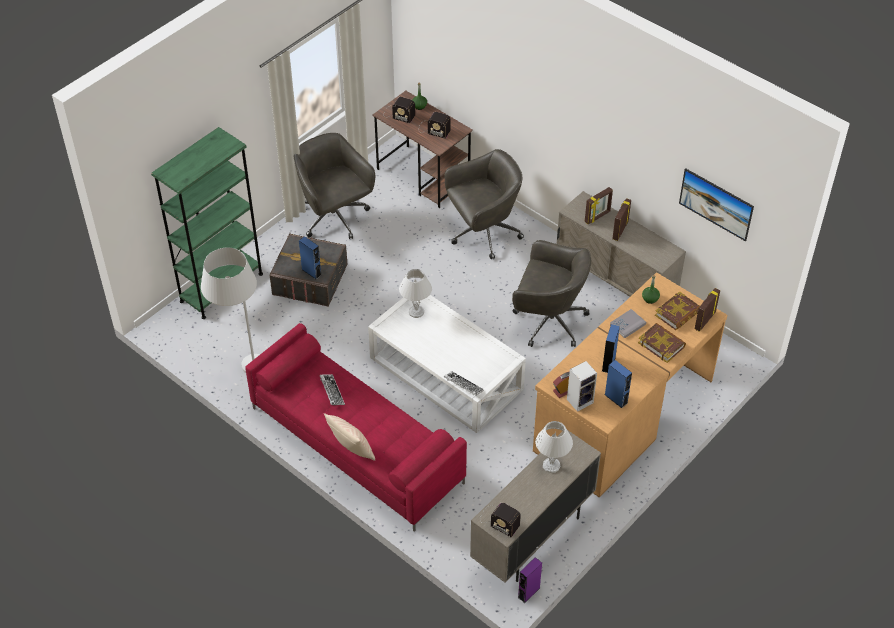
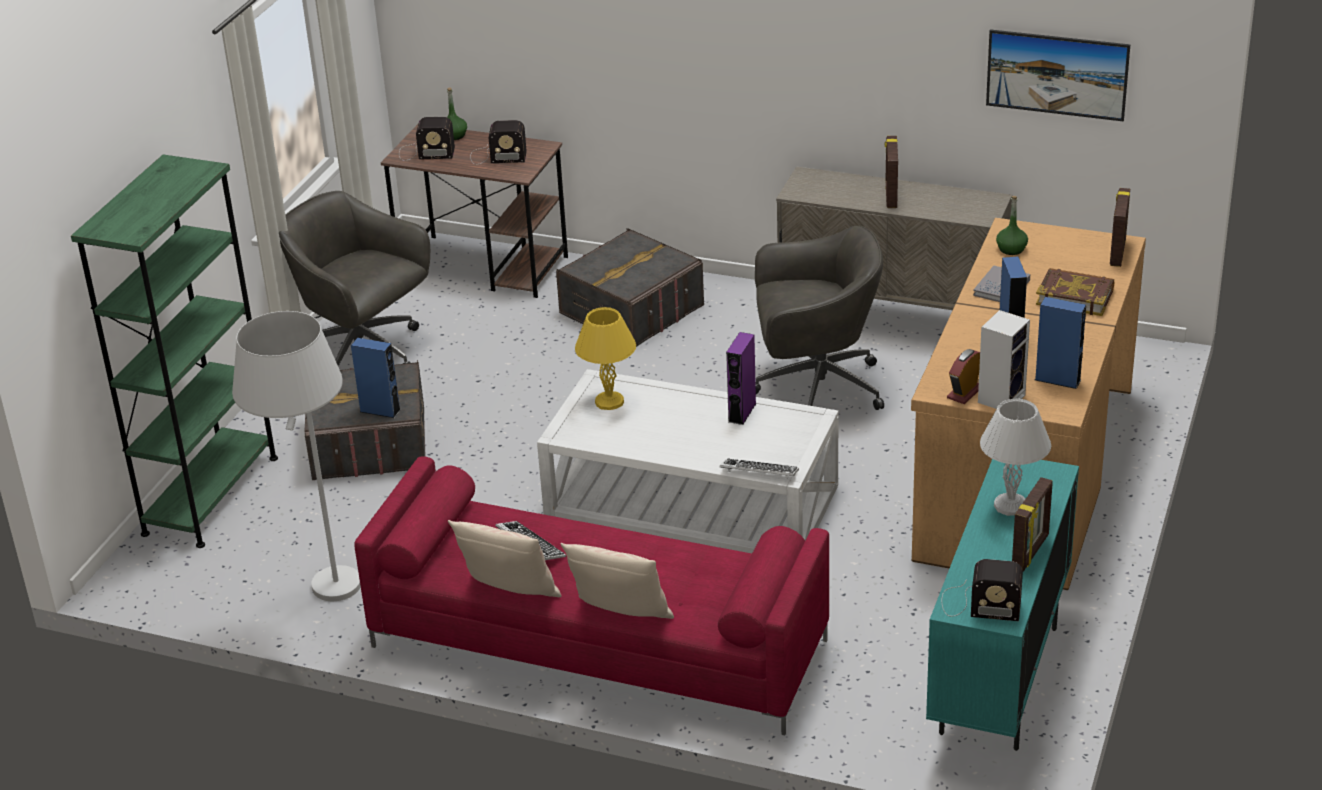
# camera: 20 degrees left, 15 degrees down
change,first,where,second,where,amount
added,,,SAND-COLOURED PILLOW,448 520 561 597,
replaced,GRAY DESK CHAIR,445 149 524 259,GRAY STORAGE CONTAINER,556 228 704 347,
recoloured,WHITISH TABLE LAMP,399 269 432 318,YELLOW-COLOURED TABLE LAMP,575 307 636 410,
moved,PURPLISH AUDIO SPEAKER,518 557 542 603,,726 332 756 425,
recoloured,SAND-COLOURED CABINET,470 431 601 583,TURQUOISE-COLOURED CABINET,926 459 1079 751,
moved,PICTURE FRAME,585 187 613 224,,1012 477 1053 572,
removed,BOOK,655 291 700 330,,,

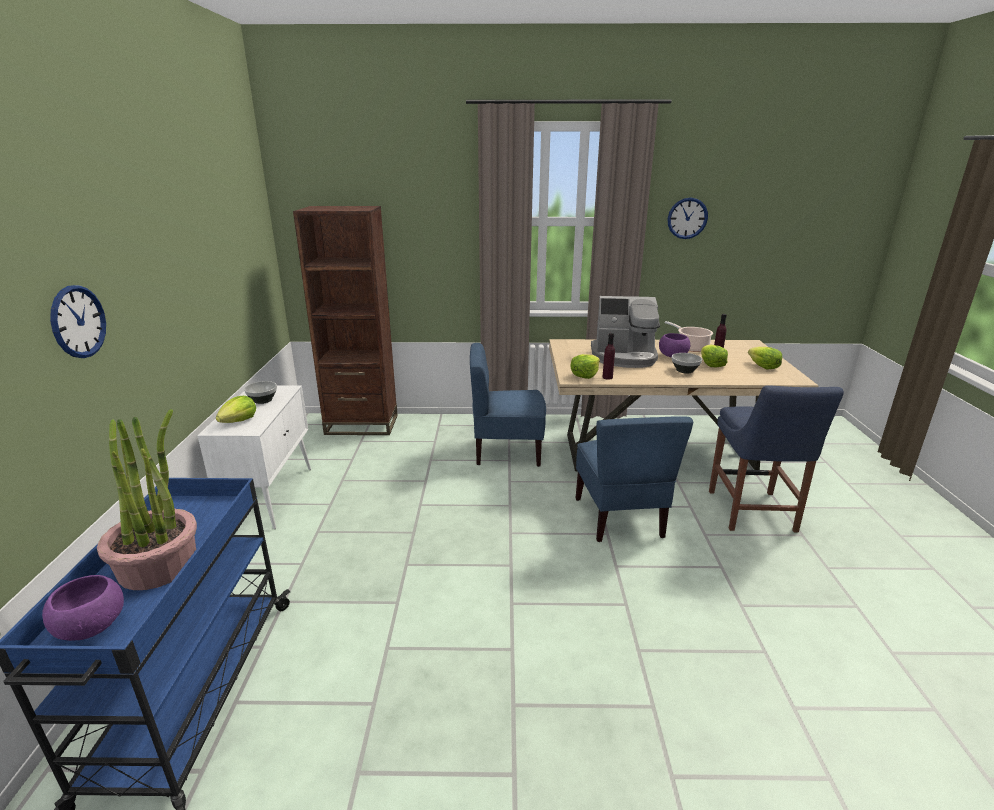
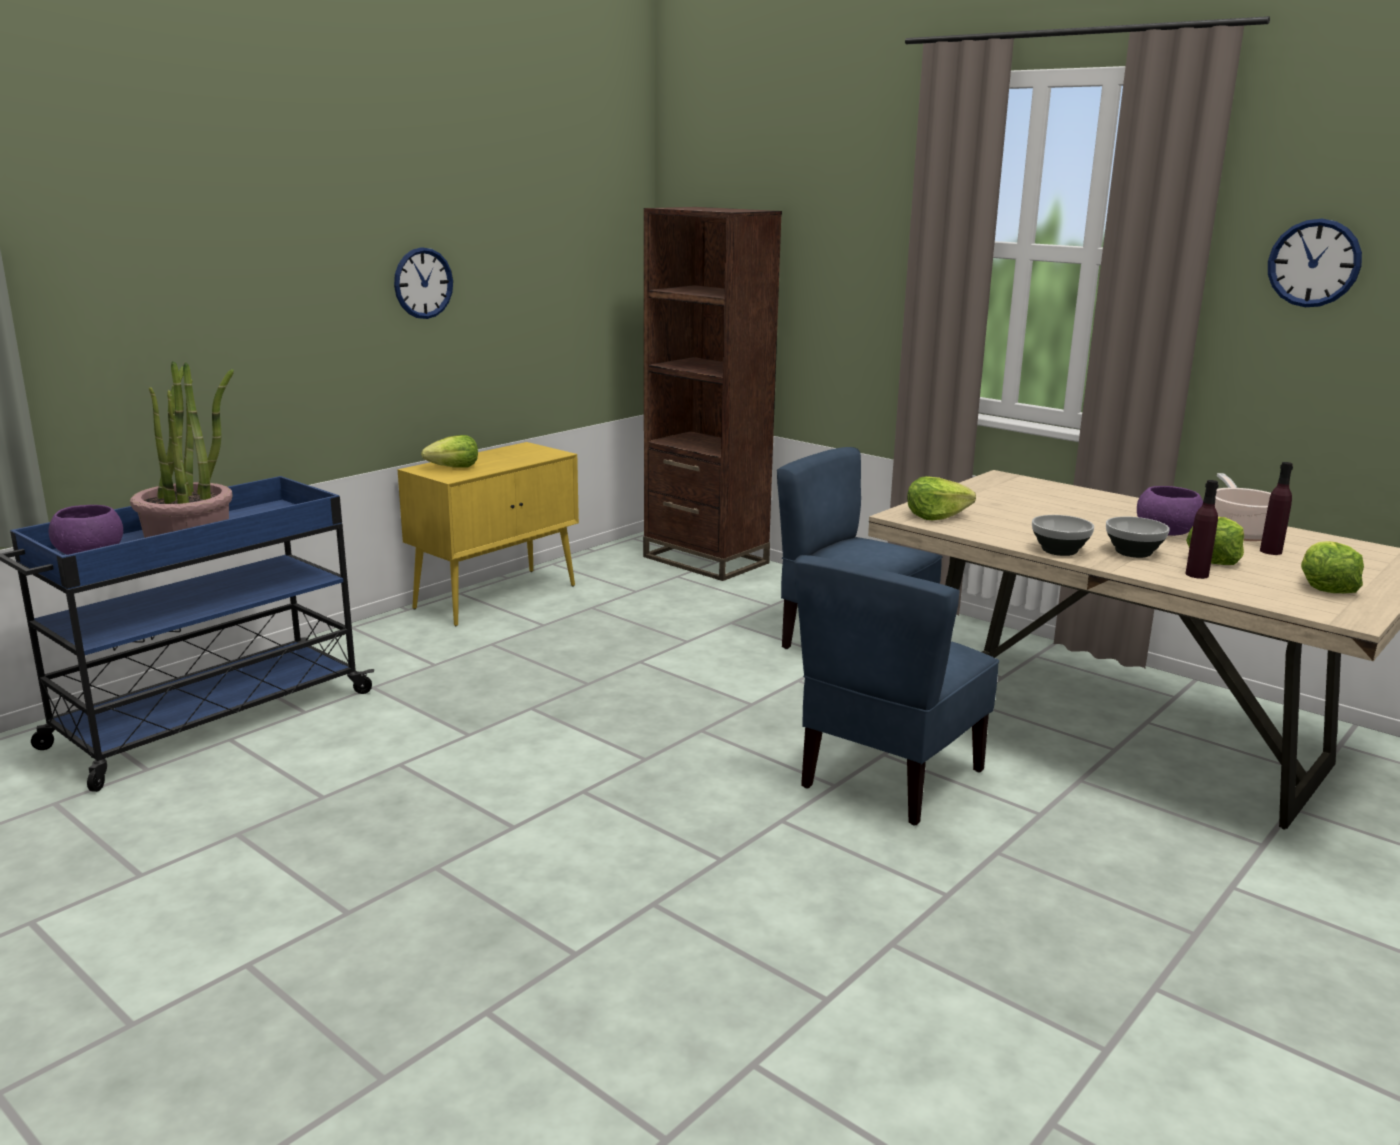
# camera: 40 degrees right, 5 degrees down
change,first,where,second,where,amount
moved,CLOCK ON THE WALL,50 285 106 358,,394 247 453 319,
recoloured,WHITISH CABINET,197 385 311 529,YELLOW-COLOURED CABINET,398 442 579 626,
moved,DEEP DISH,244 381 277 404,,1032 515 1094 556,
moved,PURPLISH DRINK BOTTLE,603 333 615 379,,1186 480 1219 579,
removed,COFFEE BREWER,591 296 660 368,,,
removed,BLUE-COLOURED PLAIN CHAIR,709 385 844 533,,,

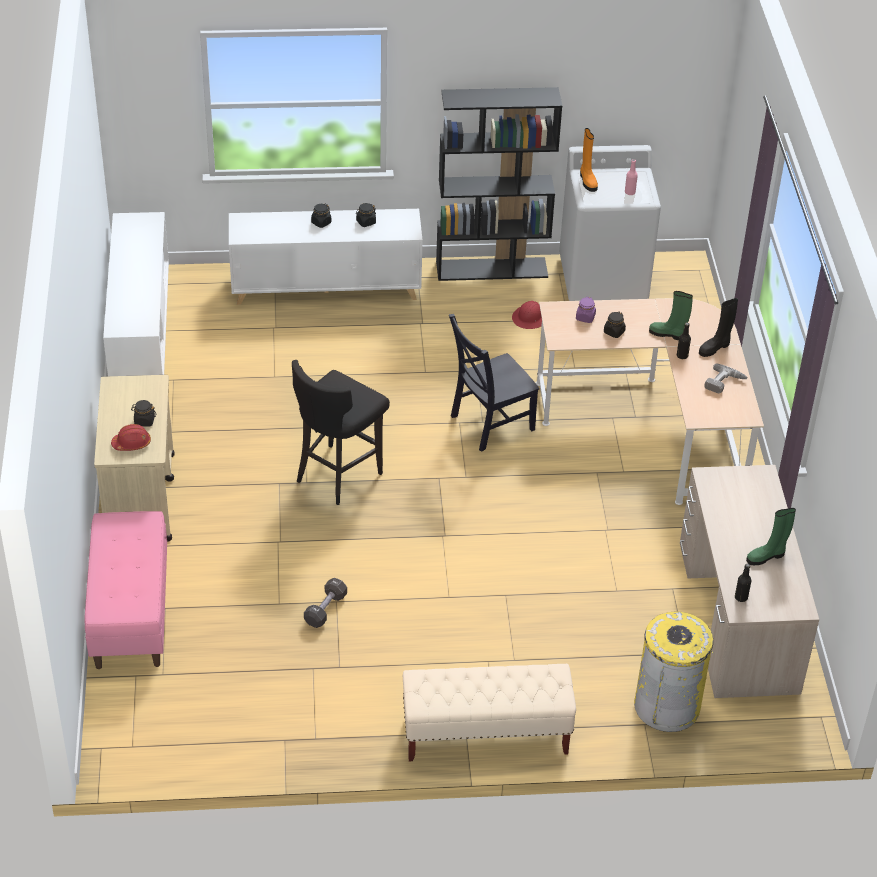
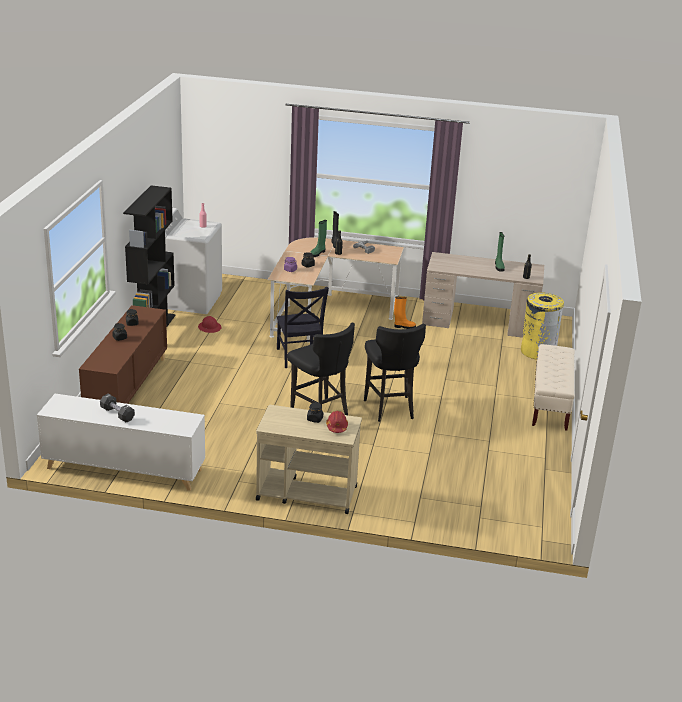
# camera: 75 degrees left, 15 degrees down
change,first,where,second,where,amount
recoloured,WHITISH CABINET,229 209 423 305,BROWN-COLOURED CABINET,79 305 167 404,
moved,BLACKISH HAND WEIGHT,304 578 347 628,,100 394 135 423,
added,,,BLACKISH STOOL SEAT,364 323 426 422,
moved,ORANGE HIGH-TOP BOOT,580 128 598 192,,394 297 416 329,
removed,PINK LONG SEAT,84 511 167 669,,,

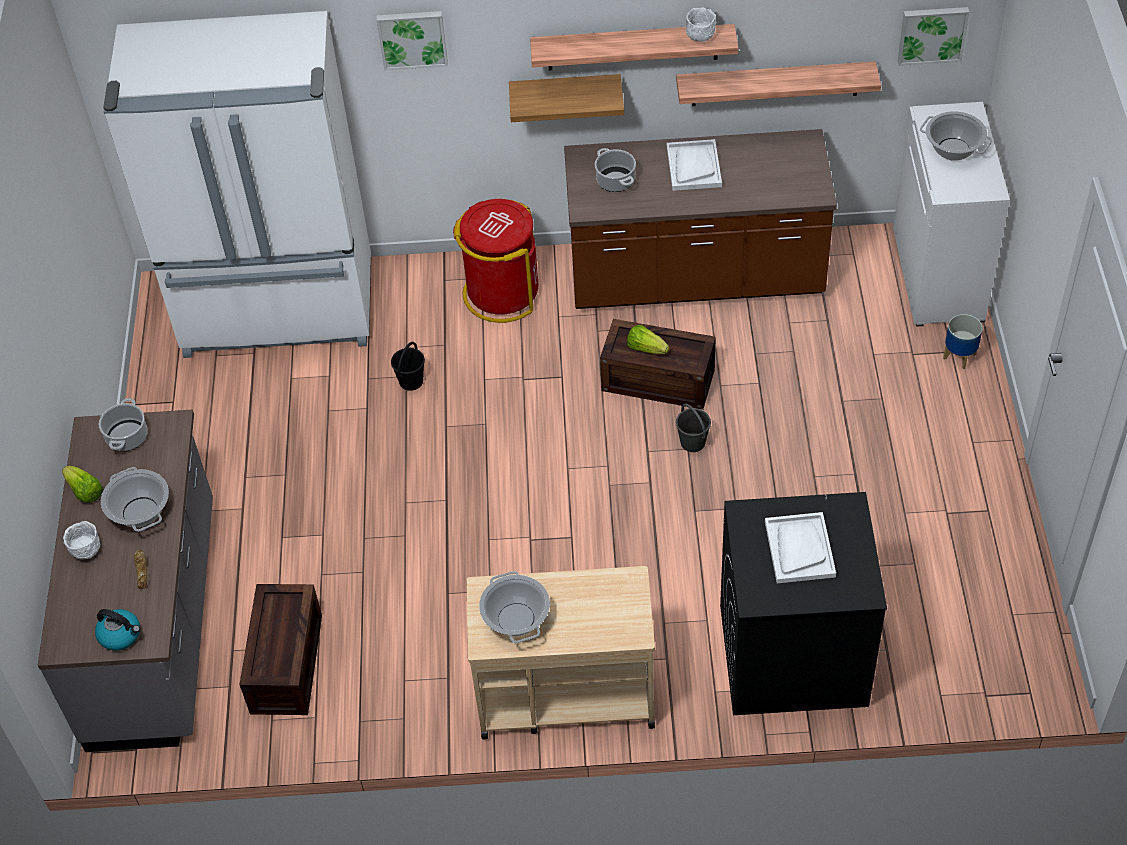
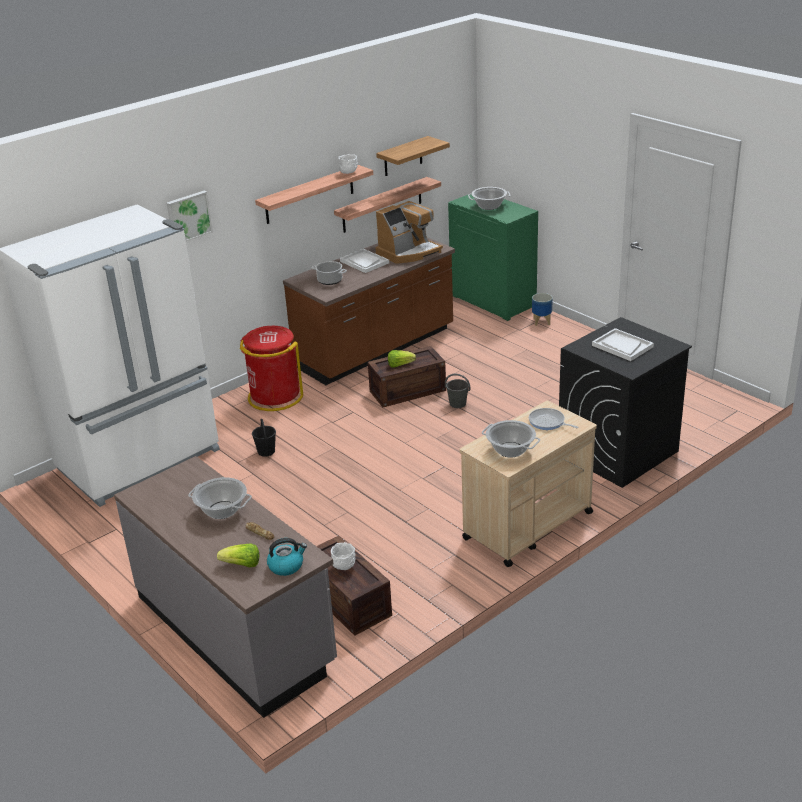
# camera: 40 degrees left, 20 degrees down
change,first,where,second,where,amount
moved,LETTUCE HEAD,62 466 104 503,,217 544 260 568,
moved,WHITISH DEEP DISH,63 521 100 560,,331 542 356 570,
added,,,COFFEE BREWER,375 201 443 264,
moved,SHELF,509 74 624 122,,376 136 450 176,
recoloured,WHITISH CABINET,893 102 1010 327,GREEN CABINET,448 195 538 321,
added,,,SKILLET,529 408 578 430,
removed,STOCKPOT,99 398 148 451,,,
removed,WALL ART,898 7 969 66,,,

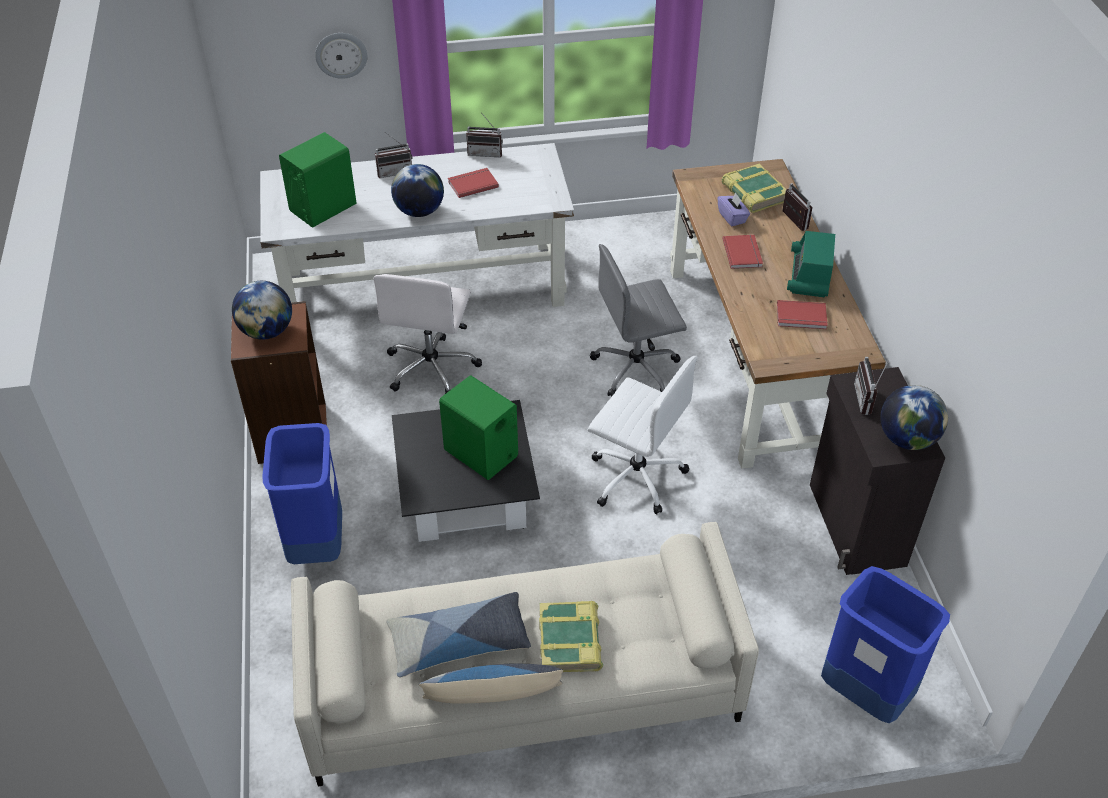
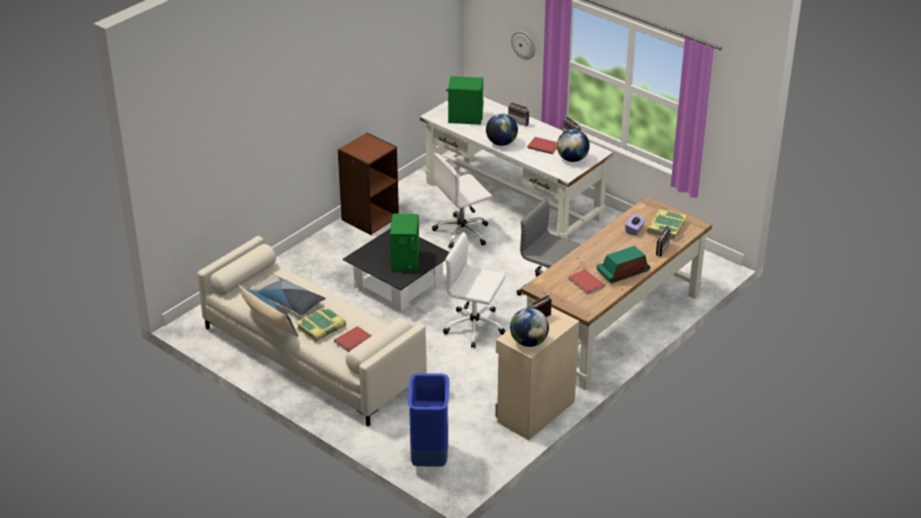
# camera: 50 degrees right, 10 degrees down
change,first,where,second,where,amount
moved,RED BOOK,722 234 763 269,,334 326 372 352,
turned,WHITISH DESK CHAIR,588 356 698 515,,443 232 506 348,120 degrees clockwise
recoloured,BLACKISH CABINET,810 367 945 575,SAND-COLOURED CABINET,495 307 579 440,
moved,WORLD GLOBE,232 281 292 340,,557 129 590 162,
removed,BLUE-COLOURED RUBBISH BIN,263 423 342 564,,,

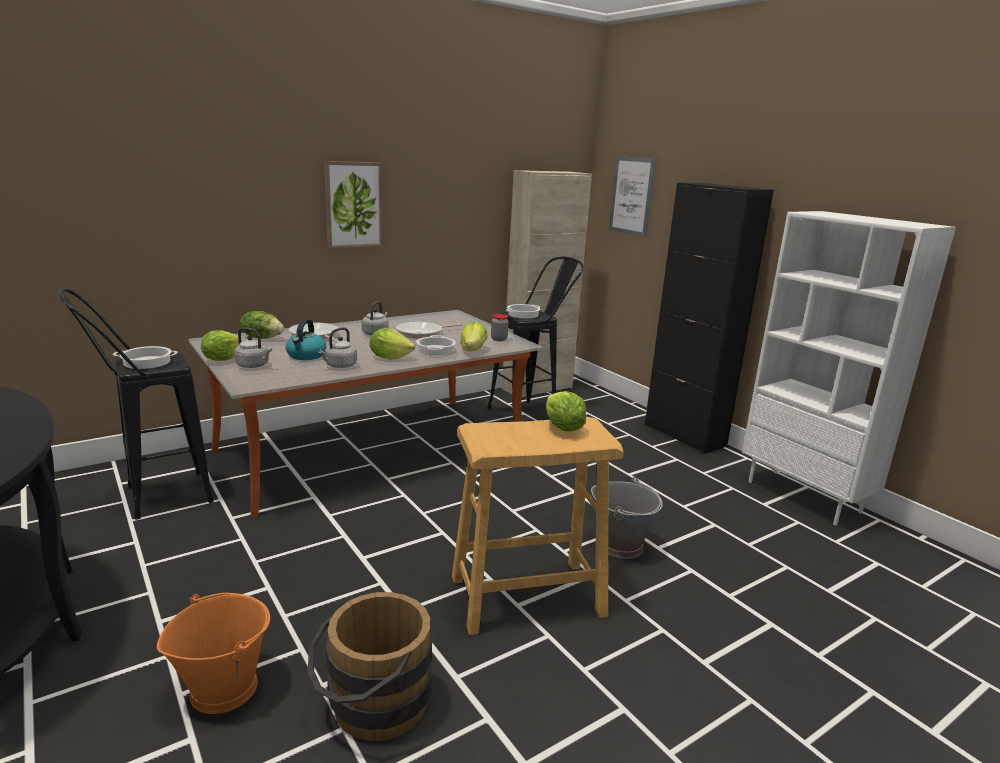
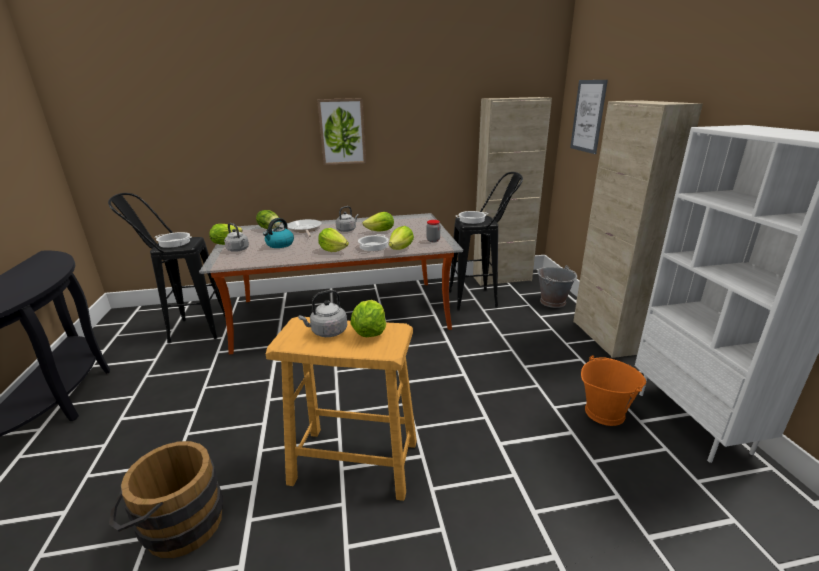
# camera: 25 degrees right, 5 degrees up
change,first,where,second,where,amount
moved,GRAY WATER KETTLE,318 327 357 368,,298 290 347 337,
replaced,SKILLET,396 321 463 338,LETTUCE HEAD,362 212 394 232,
moved,GRAY WATER BUCKET,591 477 663 559,,538 265 577 308,
recoloured,BLACKISH CABINET,645 182 774 454,SAND-COLOURED CABINET,573 100 703 358,
moved,ORANGE WATER BUCKET,157 593 270 714,,581 355 646 426,

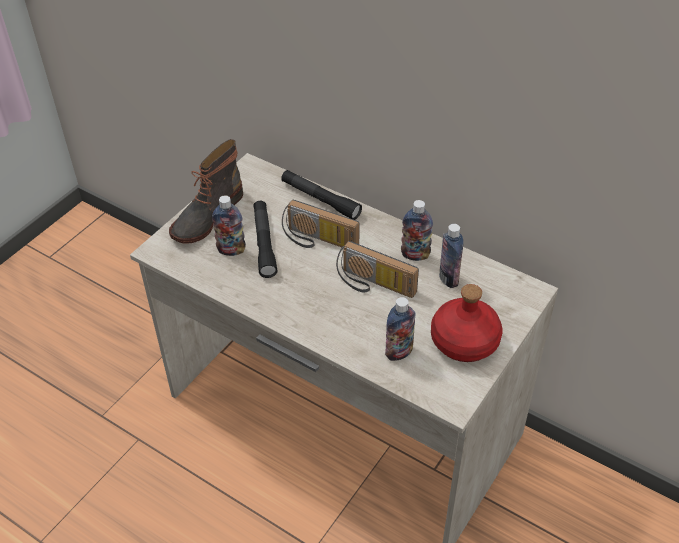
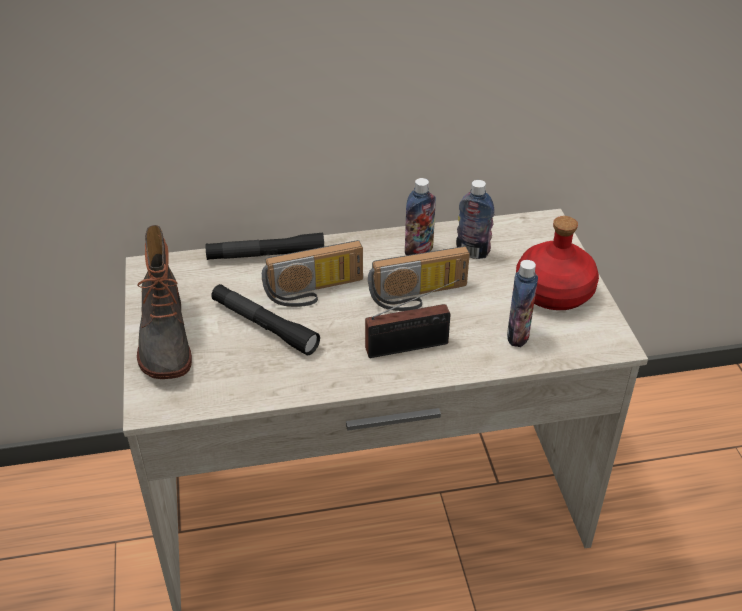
# camera: 45 degrees left, 5 degrees down
change,first,where,second,where,amount
added,,,RADIO RECEIVER,365 279 459 358,
removed,DRINK BOTTLE,212 195 246 256,,,

